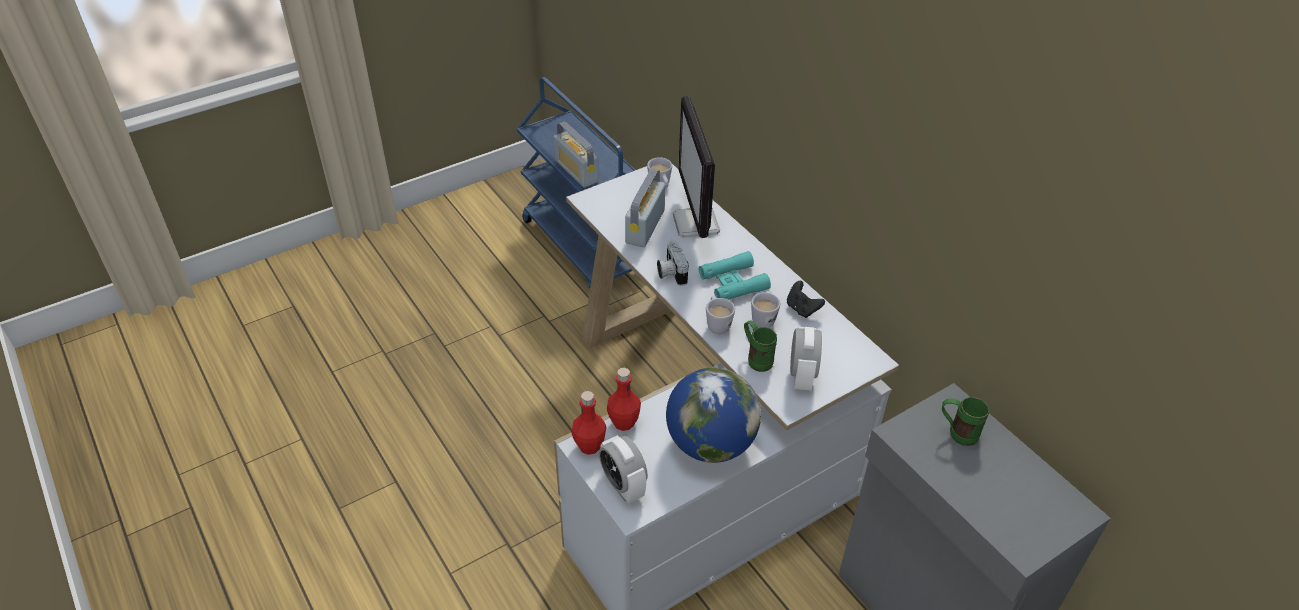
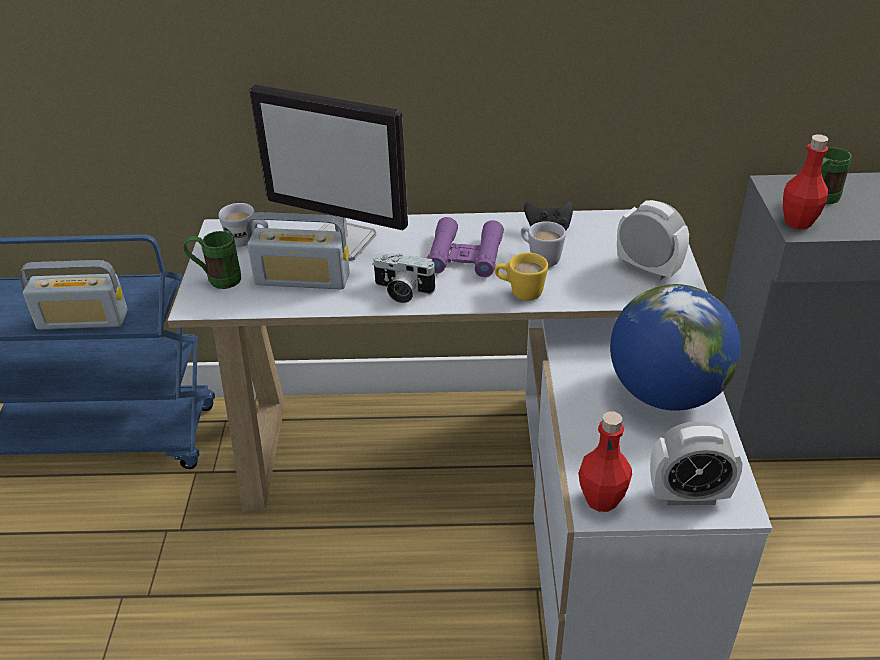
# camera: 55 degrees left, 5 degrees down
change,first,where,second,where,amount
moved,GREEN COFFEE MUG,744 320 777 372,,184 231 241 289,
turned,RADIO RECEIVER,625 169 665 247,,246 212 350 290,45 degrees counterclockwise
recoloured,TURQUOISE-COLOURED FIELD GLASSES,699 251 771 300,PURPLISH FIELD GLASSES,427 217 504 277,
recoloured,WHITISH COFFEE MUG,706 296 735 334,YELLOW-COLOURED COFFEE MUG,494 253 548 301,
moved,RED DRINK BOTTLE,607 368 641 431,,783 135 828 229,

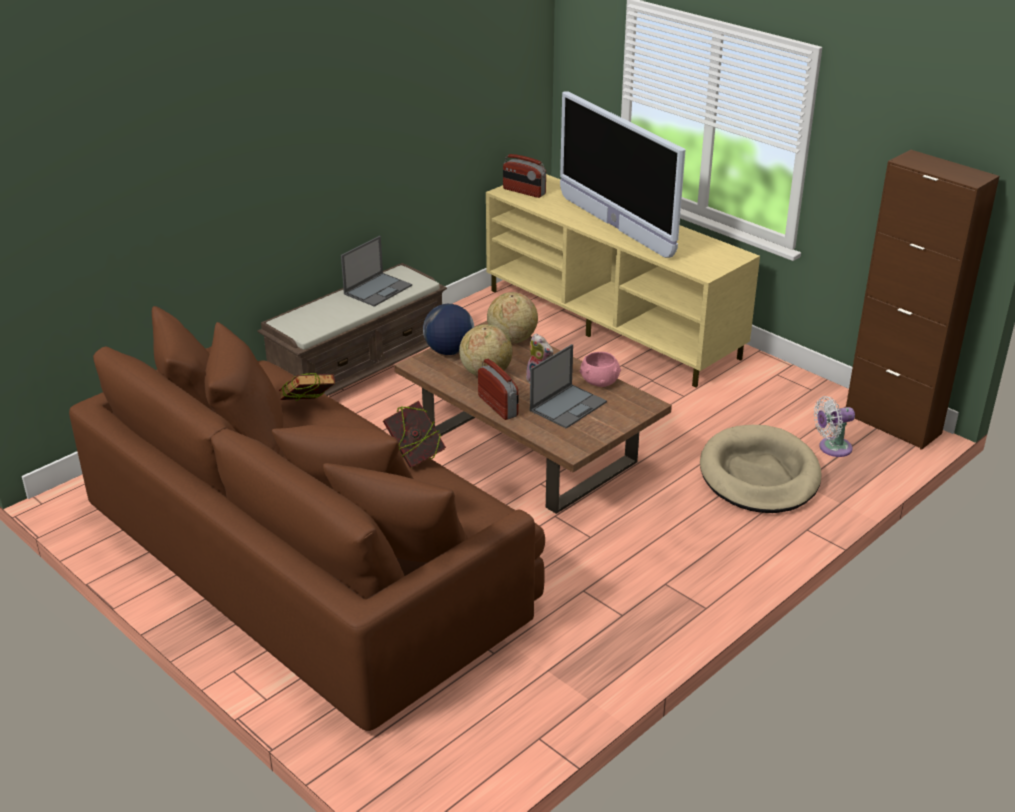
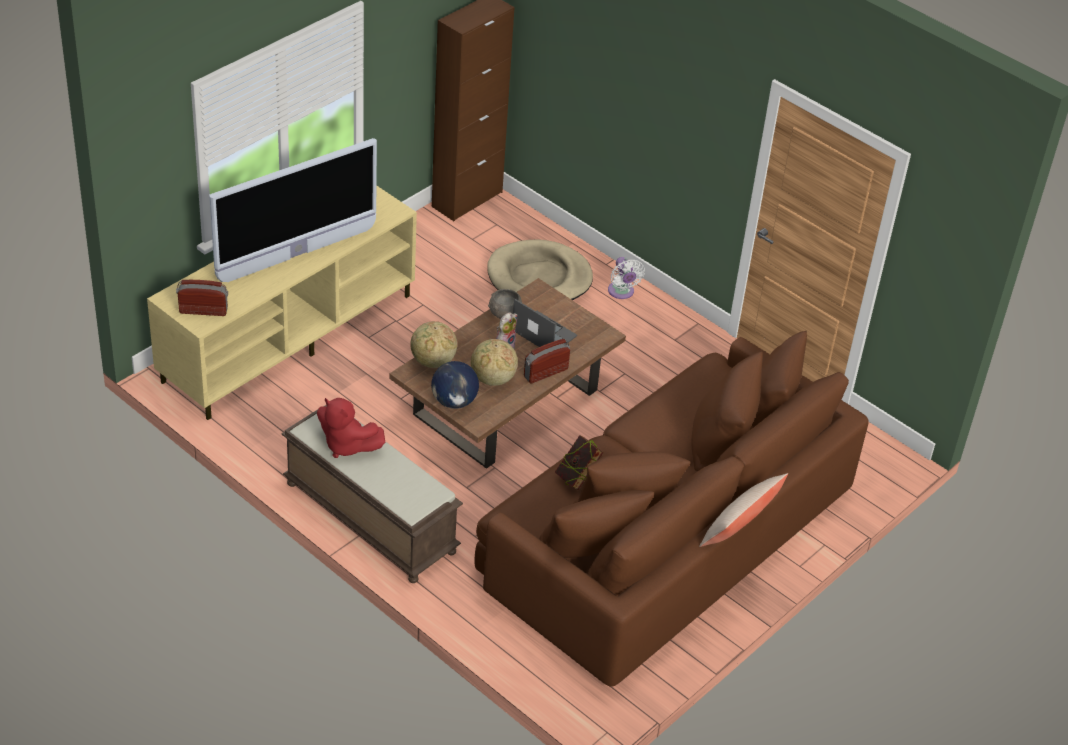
# camera: 95 degrees left, 10 degrees up
change,first,where,second,where,amount
turned,RADIO RECEIVER,503 154 546 198,,176 280 228 316,120 degrees counterclockwise
replaced,PORTABLE COMPUTER,341 236 412 307,RED PLUSH TOY,317 398 385 458,
recoloured,PINK DEEP DISH,580 352 621 387,GRAY DEEP DISH,488 289 522 319,
moved,WHITISH COOLING FAN,814 396 855 457,,608 257 645 299,
added,,,SAND-COLOURED PILLOW,699 473 788 547,
removed,BOOK,383 401 446 469,,,

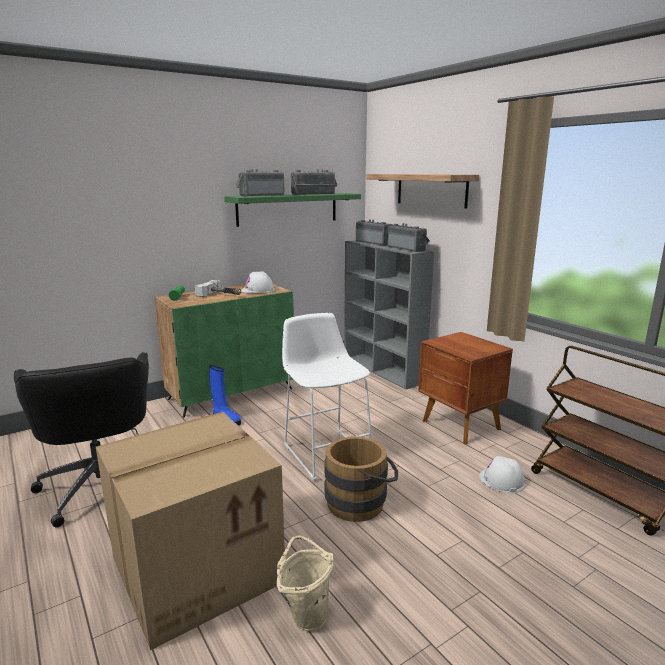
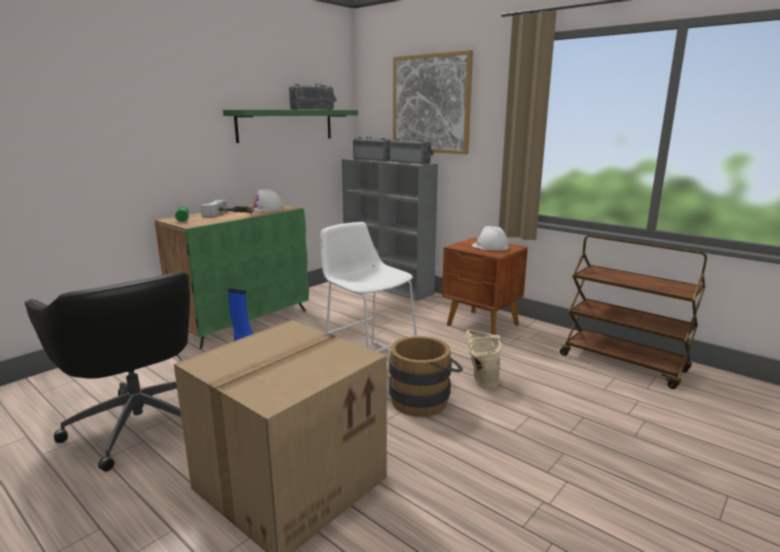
# camera: 15 degrees left, 0 degrees up
change,first,where,second,where,amount
replaced,SHELF,366 174 479 208,WALL ART,393 50 473 154,
moved,SAND-COLOURED WATER BUCKET,277 536 333 631,,467 330 502 387,
moved,WHITISH HARD HAT,479 456 526 493,,472 226 509 251,
removed,RADIO RECEIVER,236 169 285 197,,,

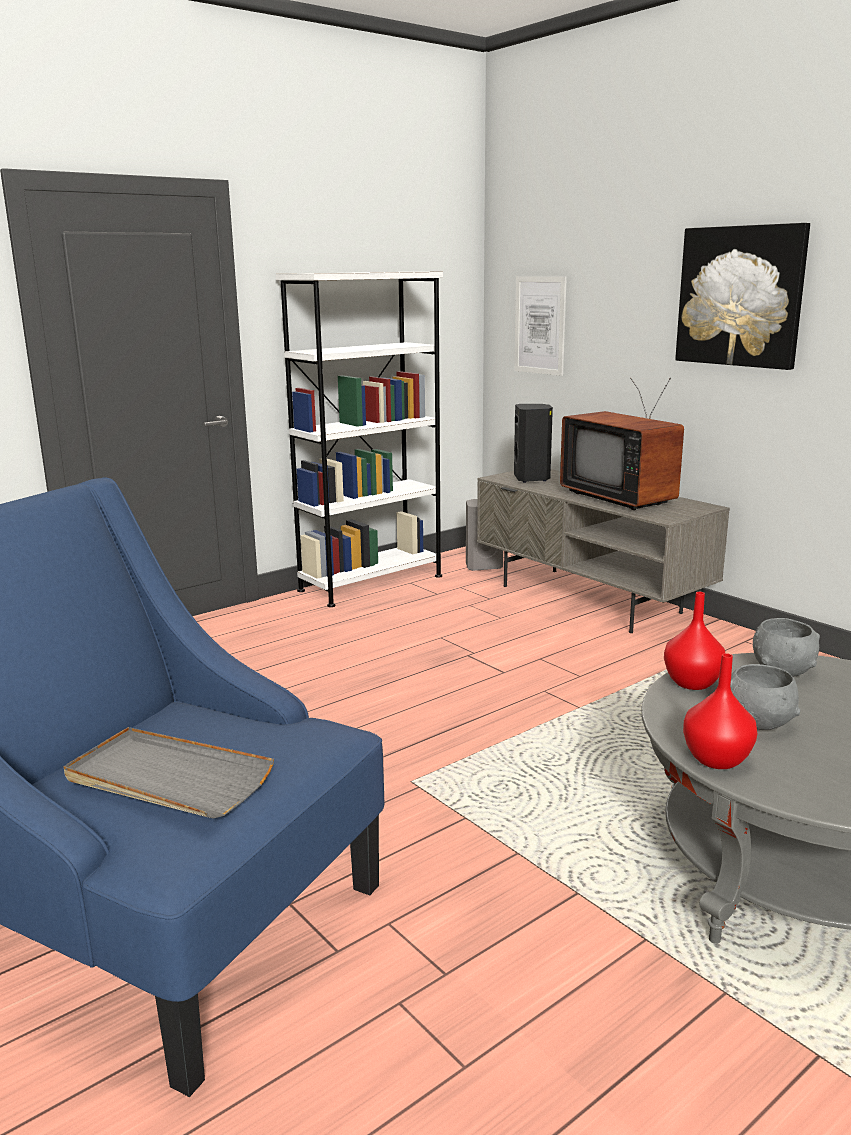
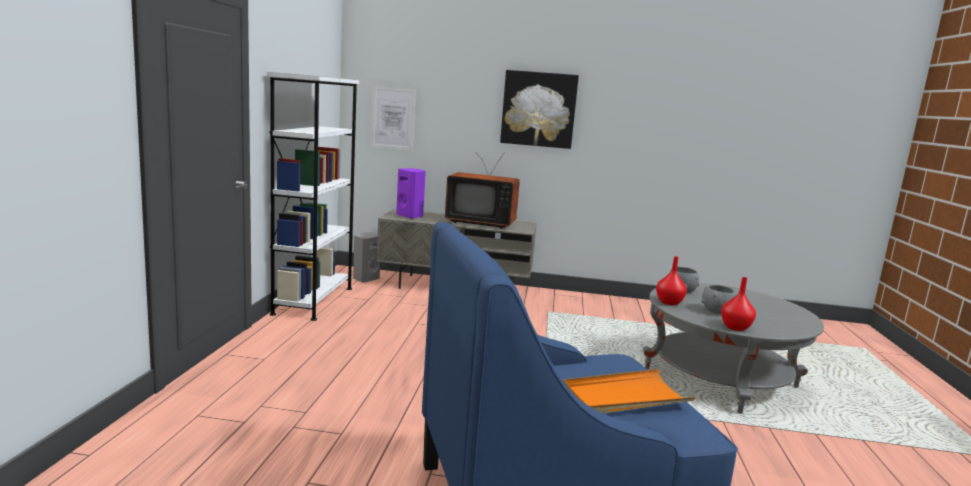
# camera: 45 degrees left, 5 degrees down
change,first,where,second,where,amount
recoloured,BLACKISH AUDIO SPEAKER,514 404 553 483,PURPLISH AUDIO SPEAKER,396 168 426 219,
recoloured,GRAY TRAY,64 727 274 818,ORANGE TRAY,563 369 696 413,

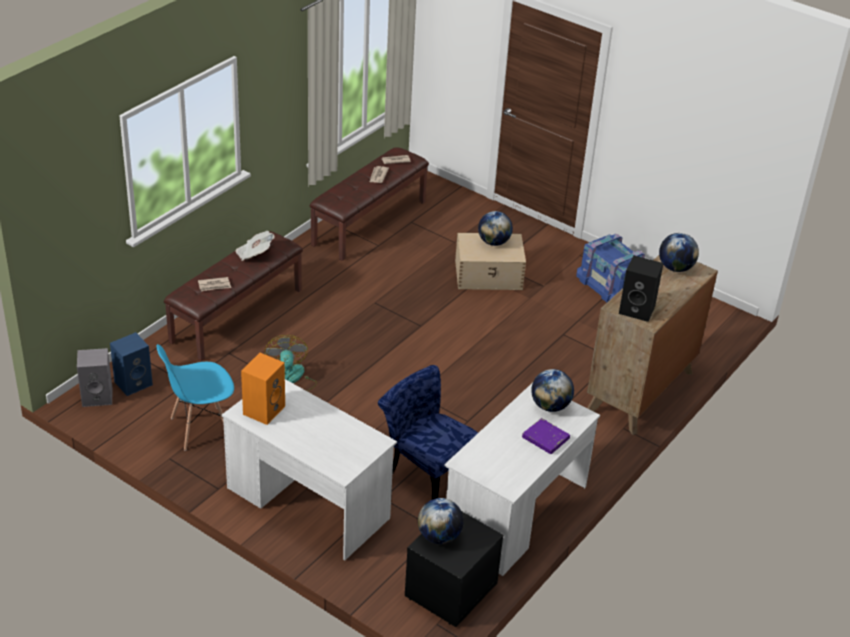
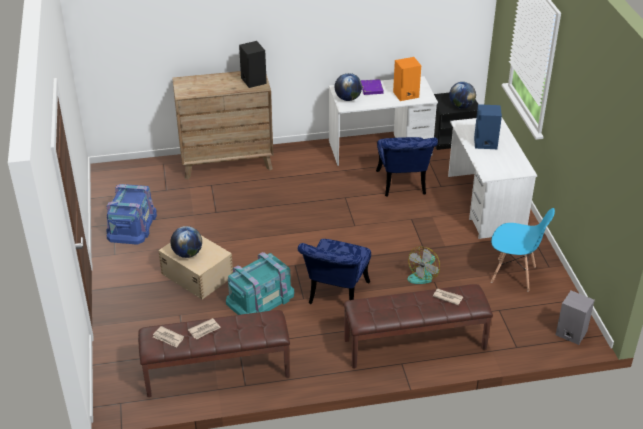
# camera: 135 degrees left, 0 degrees up
change,first,where,second,where,amount
added,,,TURQUOISE-COLOURED STORAGE CONTAINER,226 252 294 315,
added,,,BLUE-COLOURED PLAIN CHAIR,298 239 371 304,
moved,ORANGE AUDIO SPEAKER,241 353 285 425,,393 57 421 101,
moved,BLUE-COLOURED AUDIO SPEAKER,110 332 153 396,,474 104 502 149,
removed,PRINTED PAPER,236 231 274 261,,,
removed,WORLD GLOBE,659 233 699 272,,,

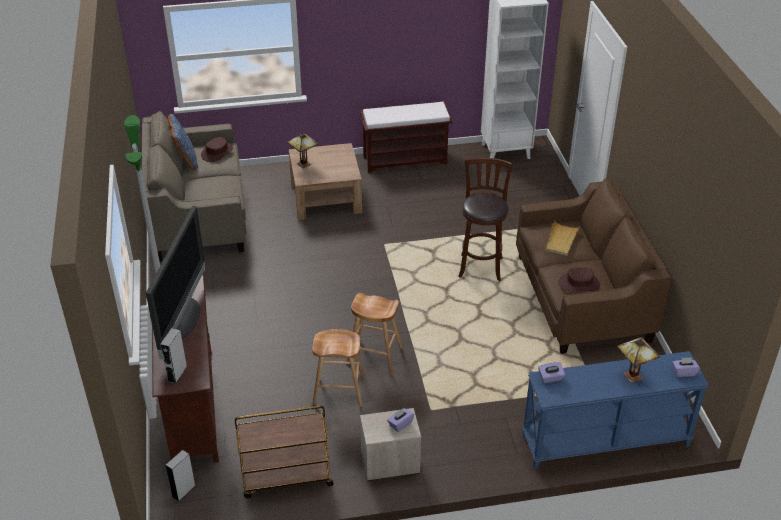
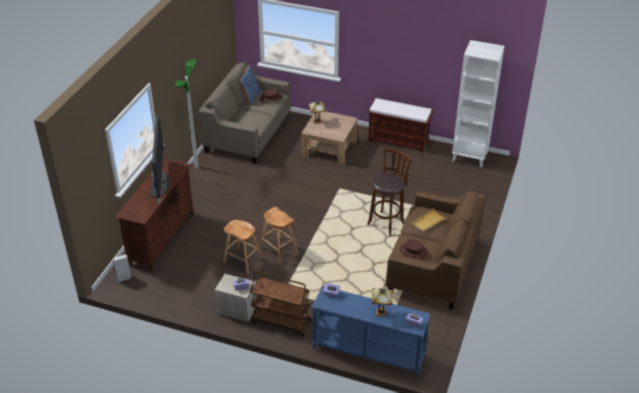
# camera: 30 degrees right, 0 degrees up
change,first,where,second,where,amount
turned,TV,146 206 205 359,,150 114 170 204,45 degrees counterclockwise
moved,BROWN-COLOURED TROLLEY,235 406 334 499,,250 271 312 336,
removed,GRAY AUDIO SPEAKER,160 328 187 384,,,

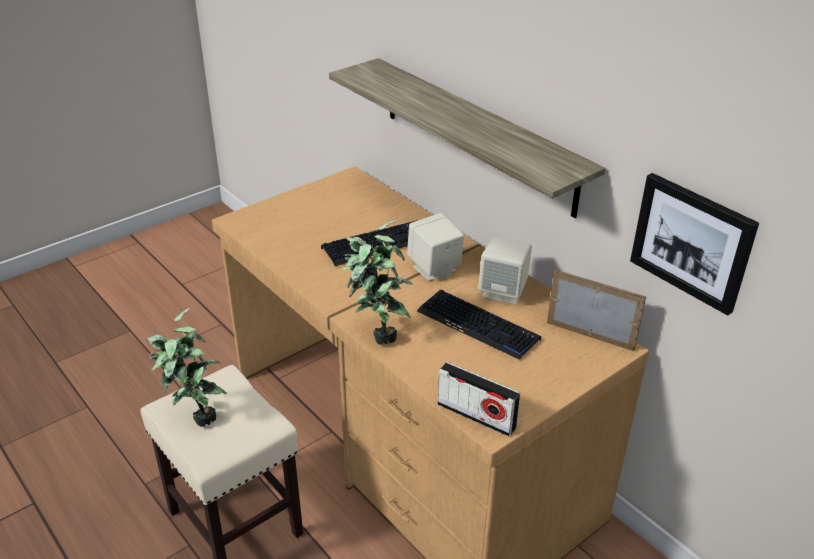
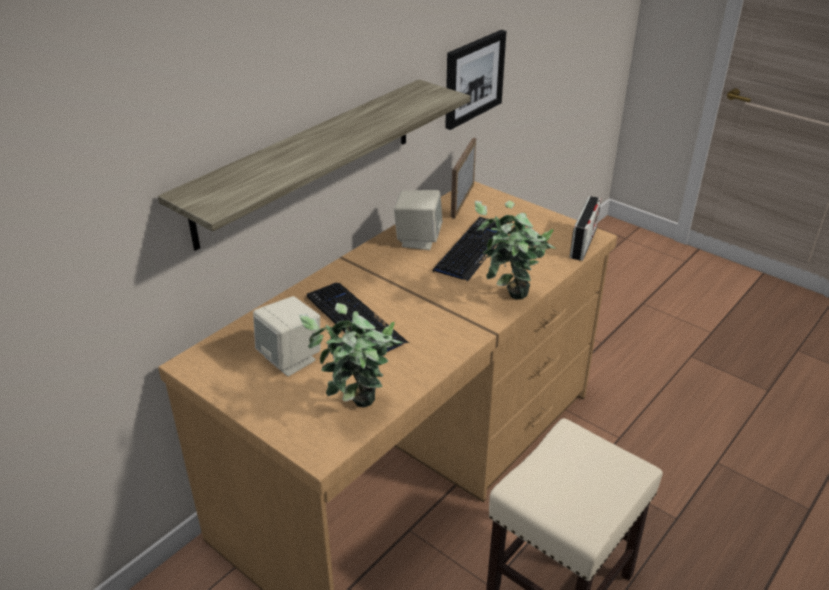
# camera: 100 degrees left, 0 degrees up
change,first,where,second,where,amount
moved,SAND-COLOURED AUDIO SPEAKER,407 213 464 281,,253 296 320 376,
moved,HOUSEPLANT,145 308 227 427,,299 303 403 407,

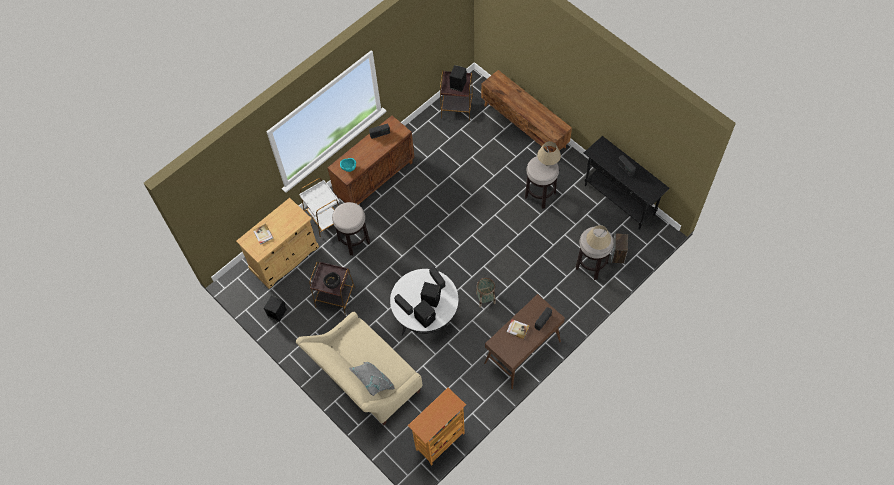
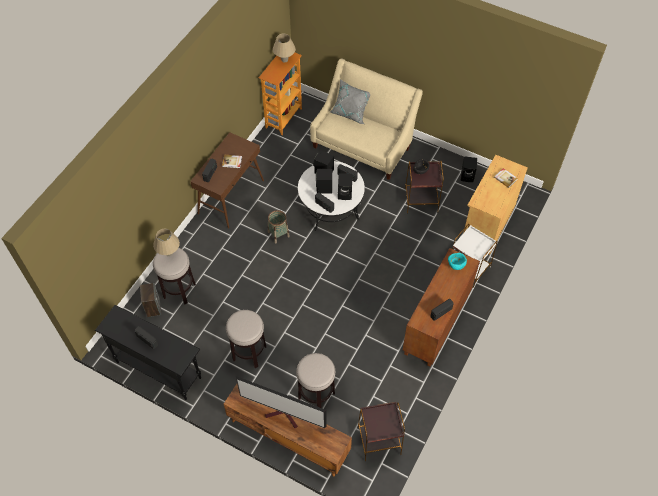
# camera: 160 degrees right, 5 degrees down
change,first,where,second,where,amount
added,,,TV,236 376 327 428,
moved,SAND-COLOURED TABLE LAMP,537 141 561 166,,273 34 296 62,
moved,STOOL SEAT,332 202 370 255,,296 353 335 408,
moved,BLACKISH AUDIO SPEAKER,450 65 467 92,,338 173 353 200,

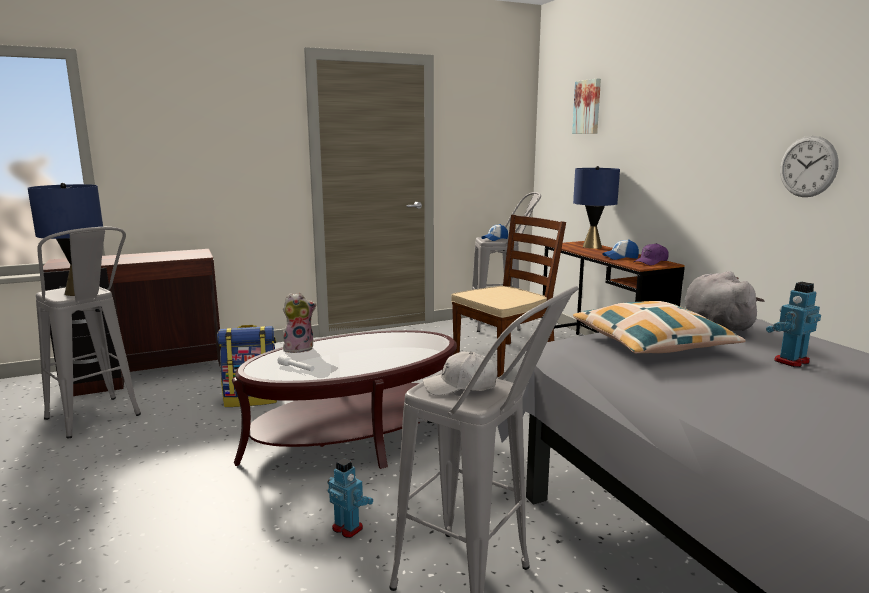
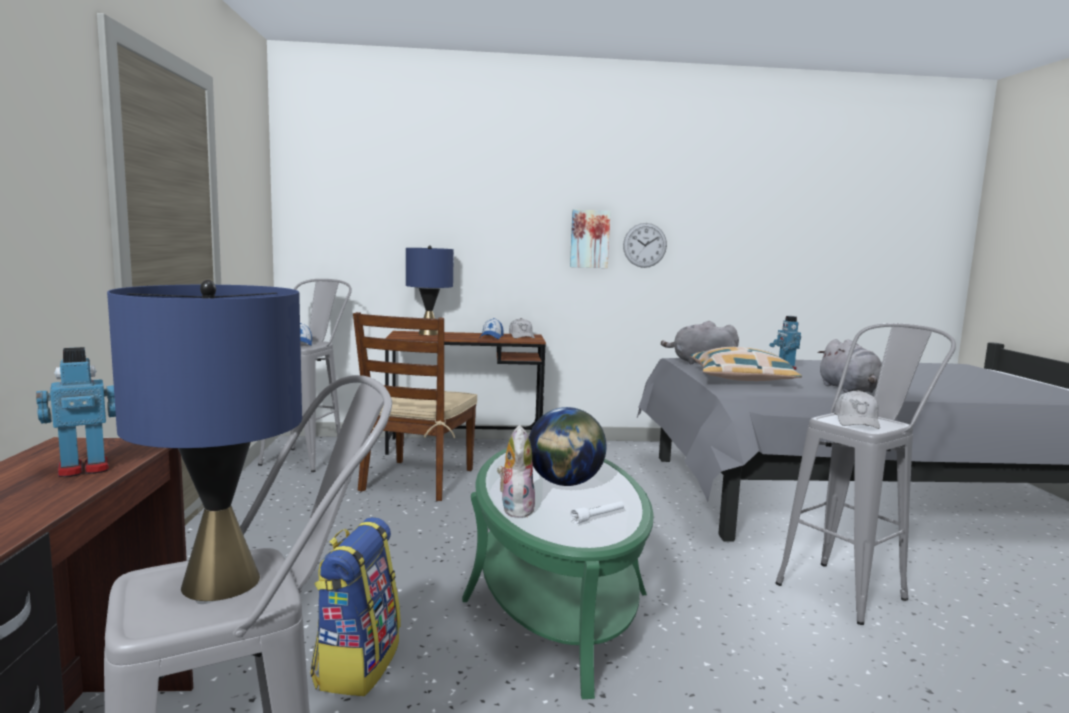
# camera: 70 degrees left, 5 degrees down
change,first,where,second,where,amount
moved,MODEL ROBOT,328 458 373 538,,36 347 116 477,
turned,BROWN-COLOURED PLAIN CHAIR,451 215 566 377,,353 312 477 501,150 degrees counterclockwise
recoloured,BROWN-COLOURED LOW TABLE,232 330 457 469,GREEN LOW TABLE,462 448 654 699,
recoloured,PURPLISH CAP,634 243 669 265,WHITISH CAP,509 318 535 339,
added,,,WORLD GLOBE,529 407 606 486,
moved,WALL ART,572 78 601 134,,570 209 611 268,
added,,,GRAY PLUSH TOY,818 339 882 393,

